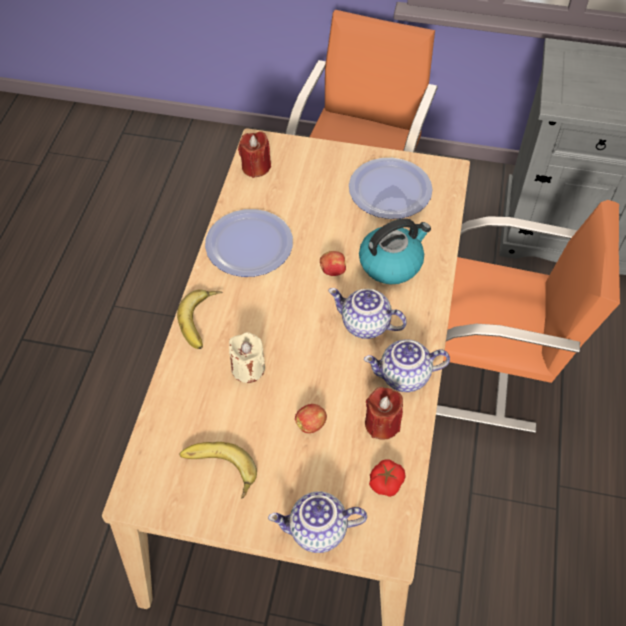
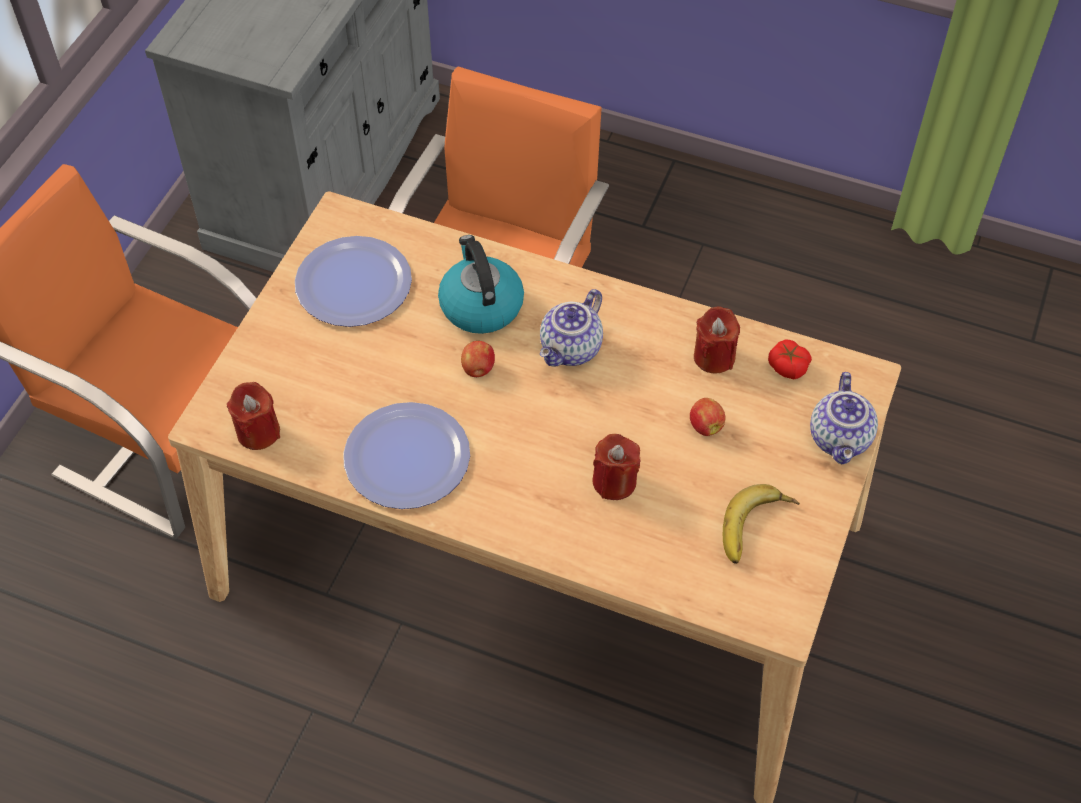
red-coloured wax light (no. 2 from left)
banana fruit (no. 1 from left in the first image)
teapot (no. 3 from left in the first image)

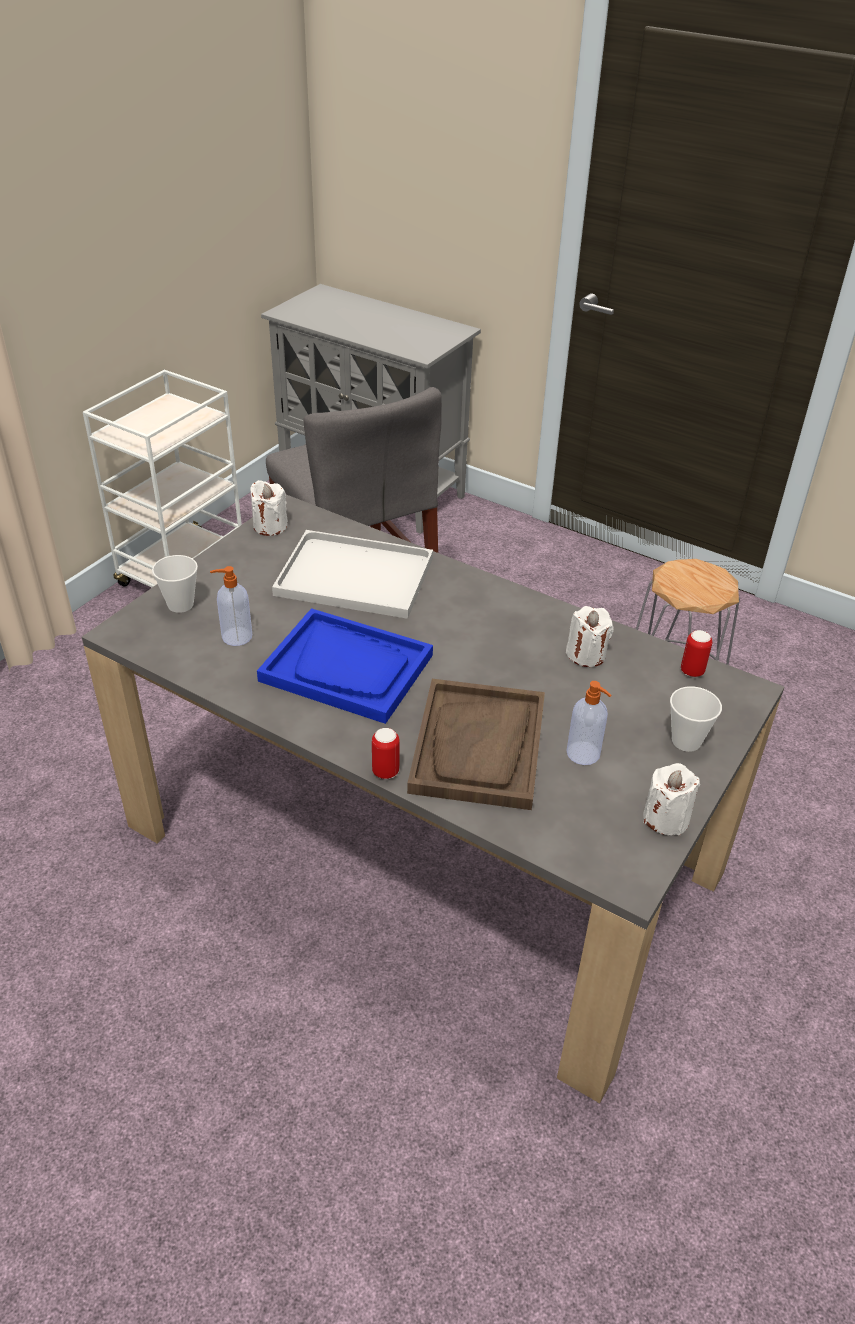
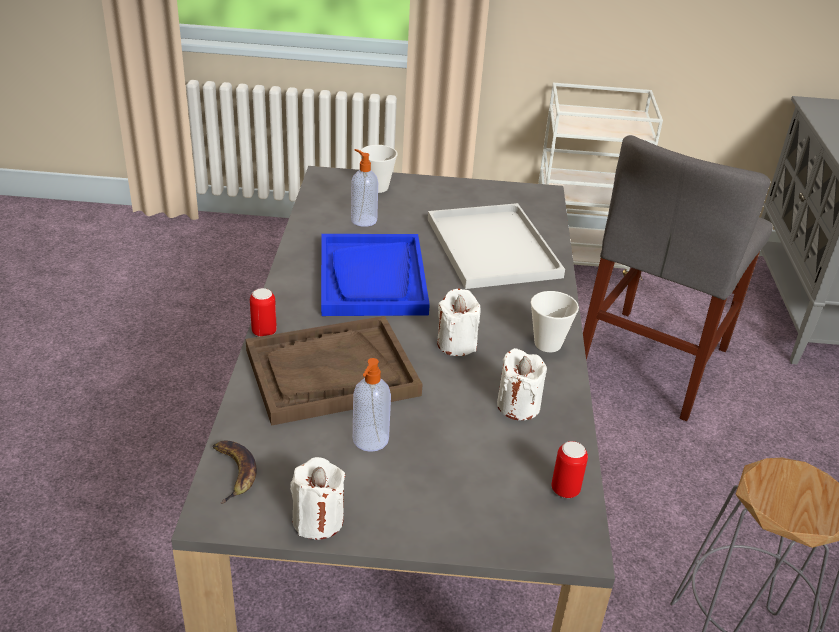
banana fruit
white-coloured wax light (no. 2 from left)
cup (no. 2 from left)

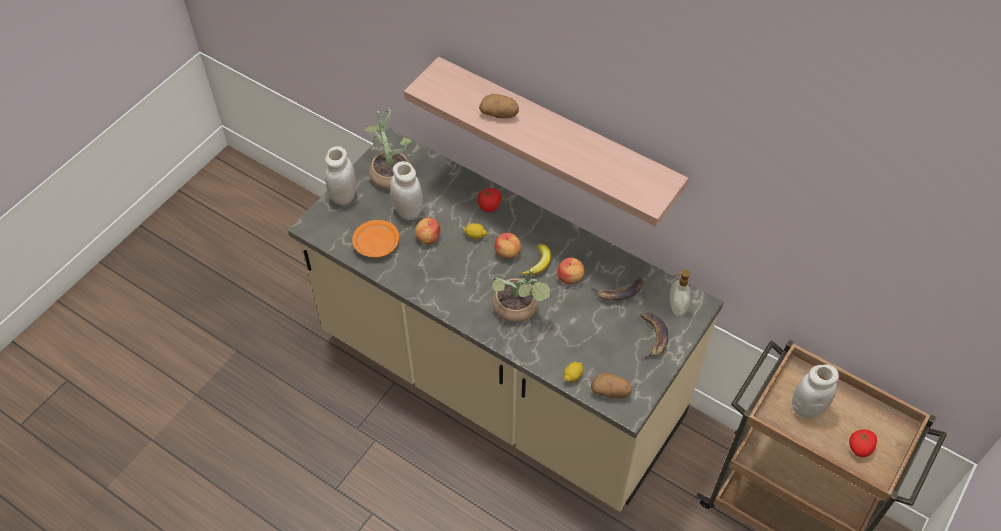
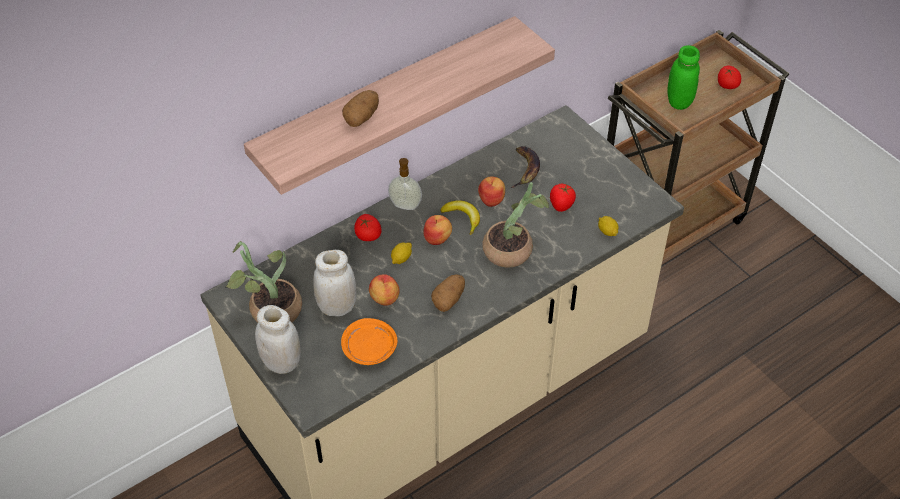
soap dispenser
spud (no. 2 from left)
whole tomato (no. 2 from left)
green preserve jar
banana fruit (no. 3 from left in the first image)

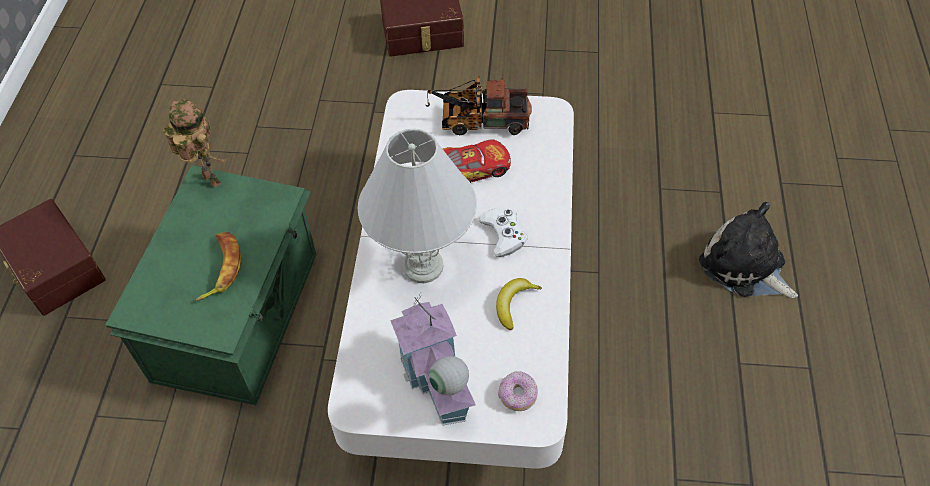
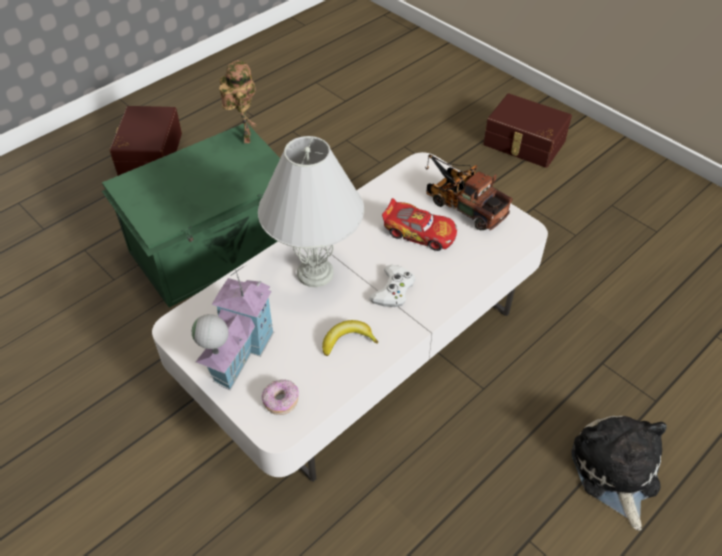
banana fruit (no. 1 from left in the first image)

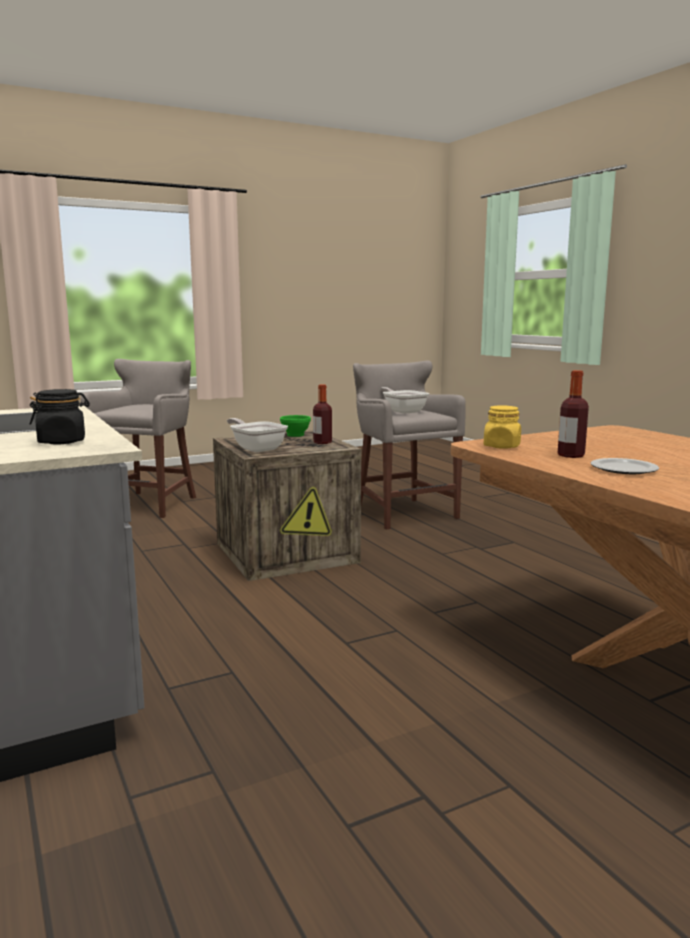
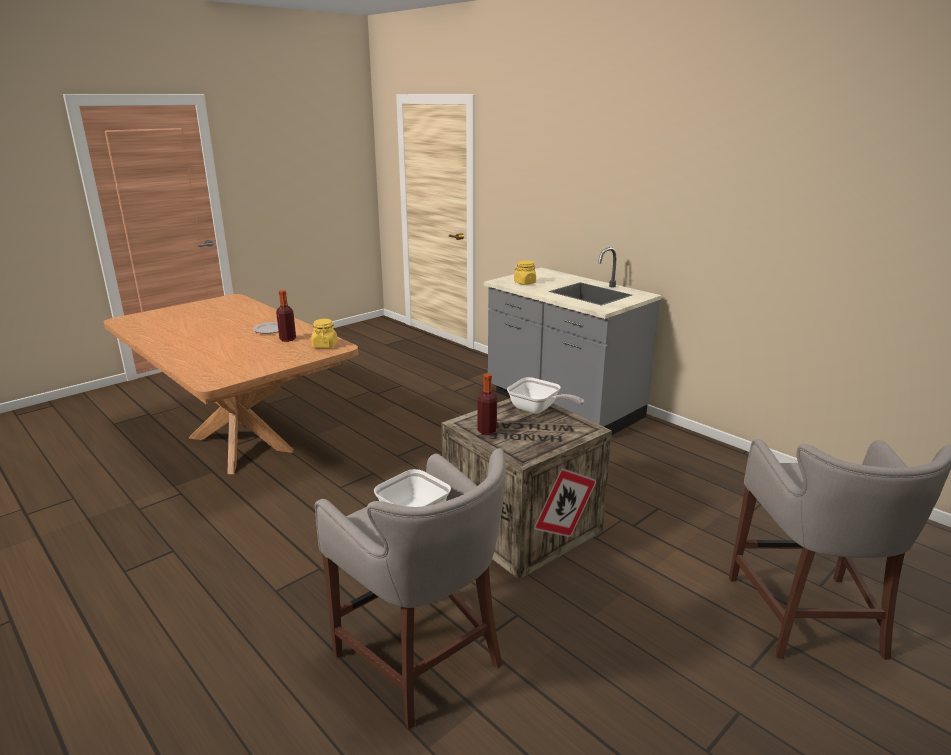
yellowish preserve jar (no. 2 from left)
green bowl

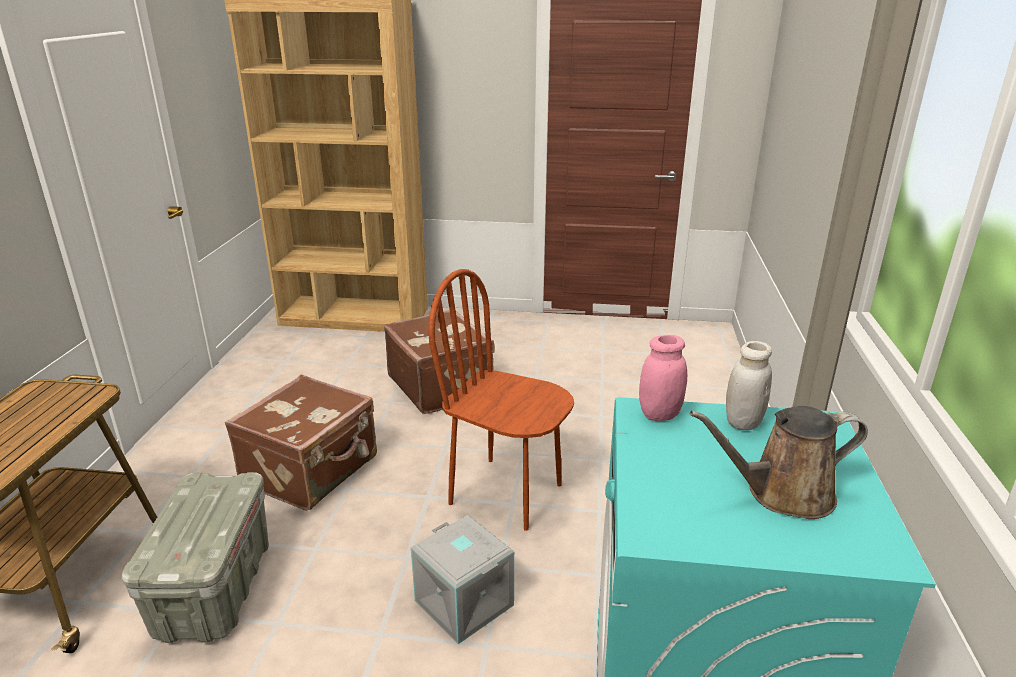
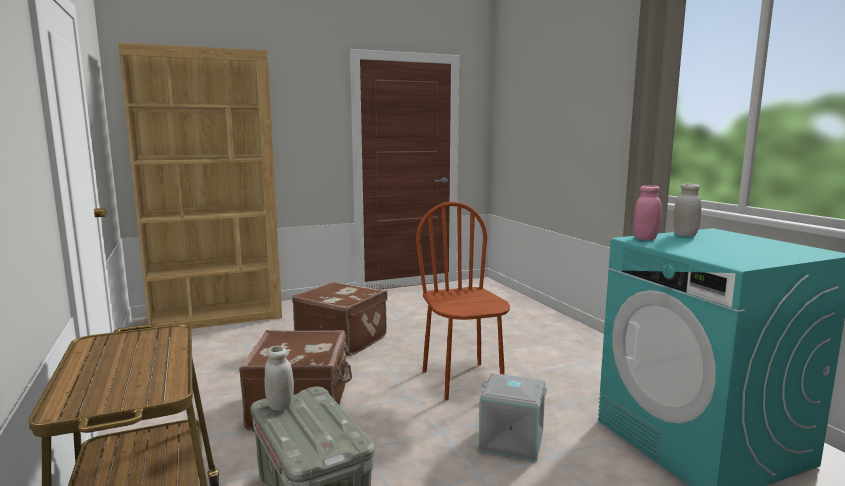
white-coloured preserve jar (no. 1 from left)
brown upright chair
brown watering can

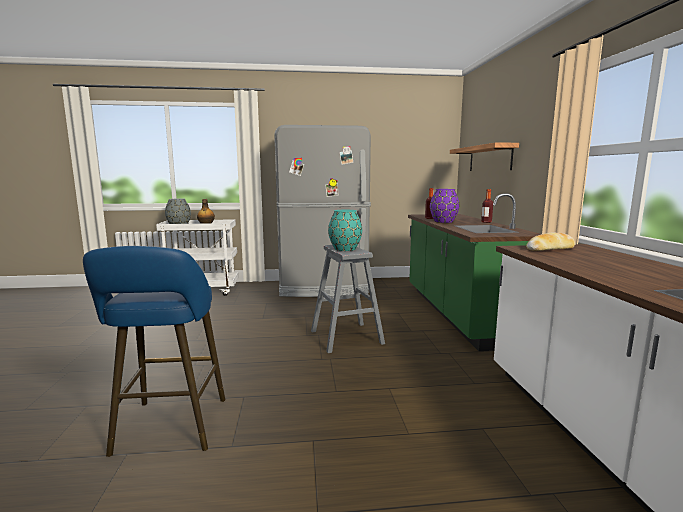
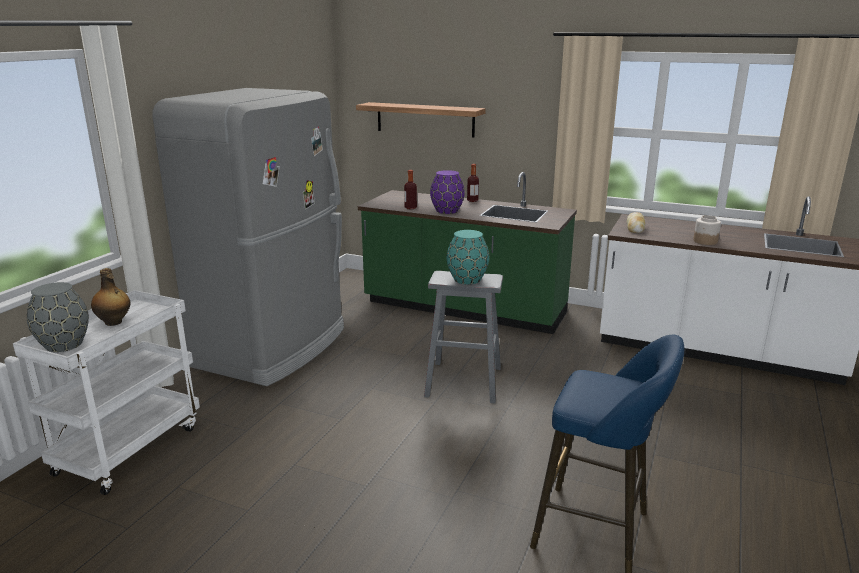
preserve jar

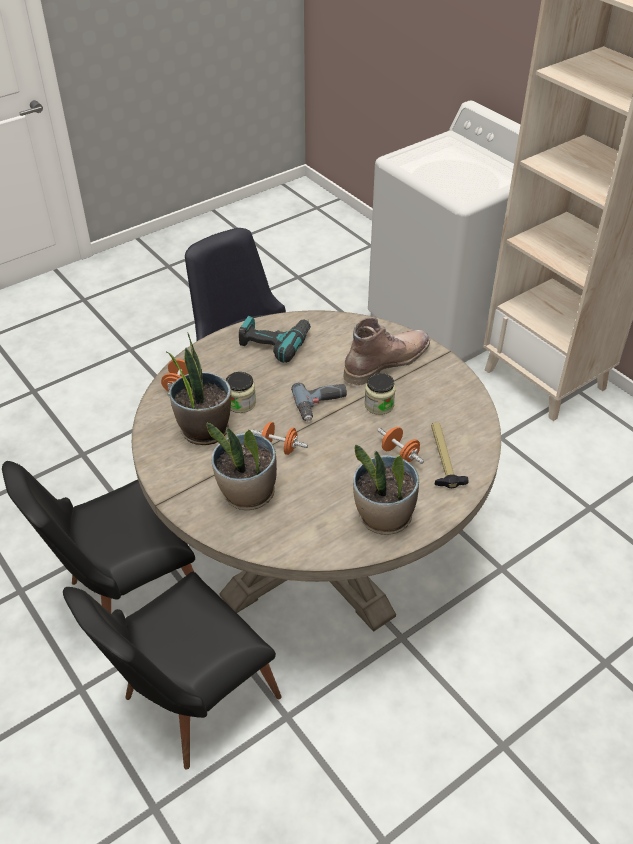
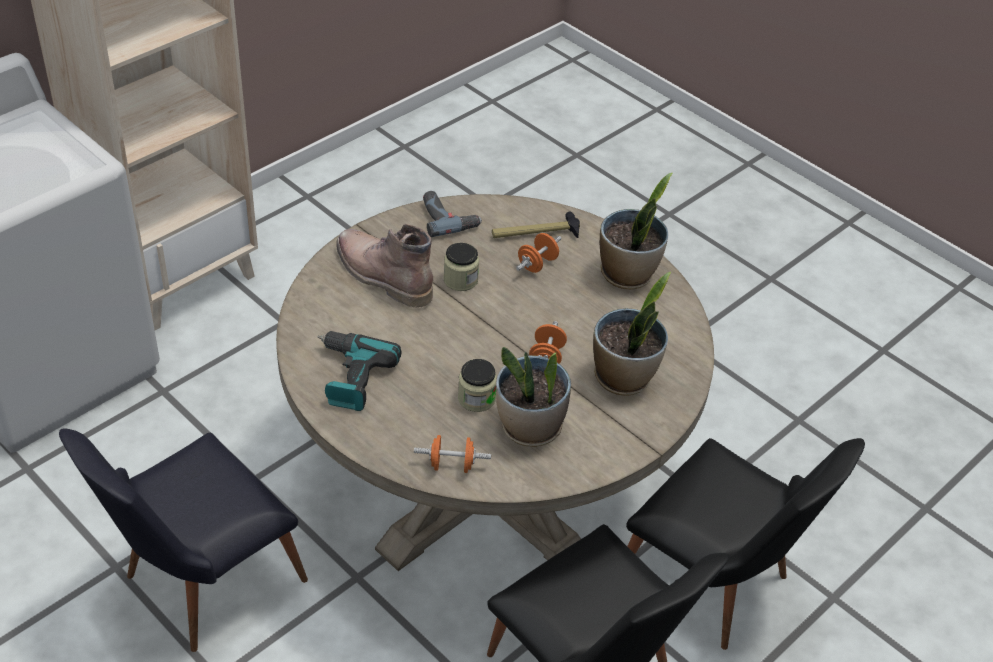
electric drill (no. 2 from left)

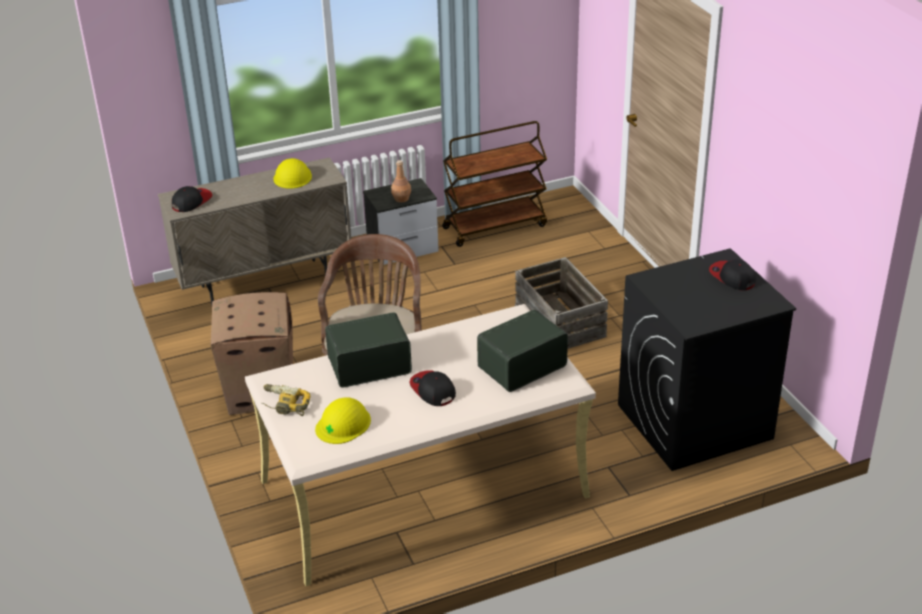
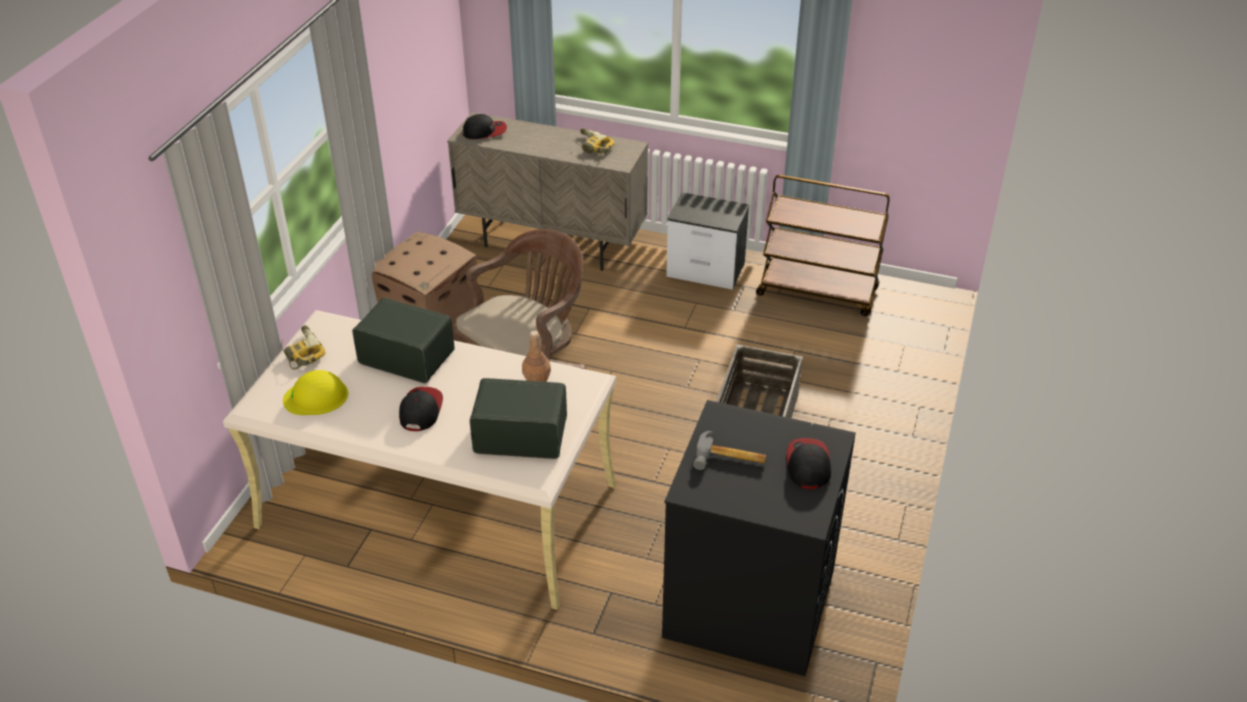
brown drink bottle
electric drill (no. 2 from left)
hammer

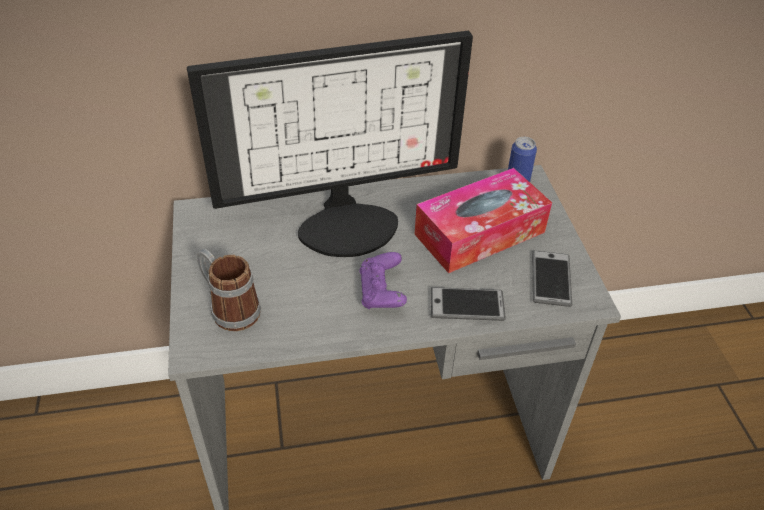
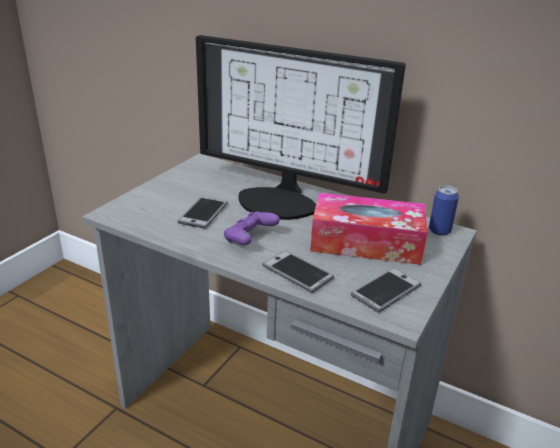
handset (no. 1 from left)
mug

